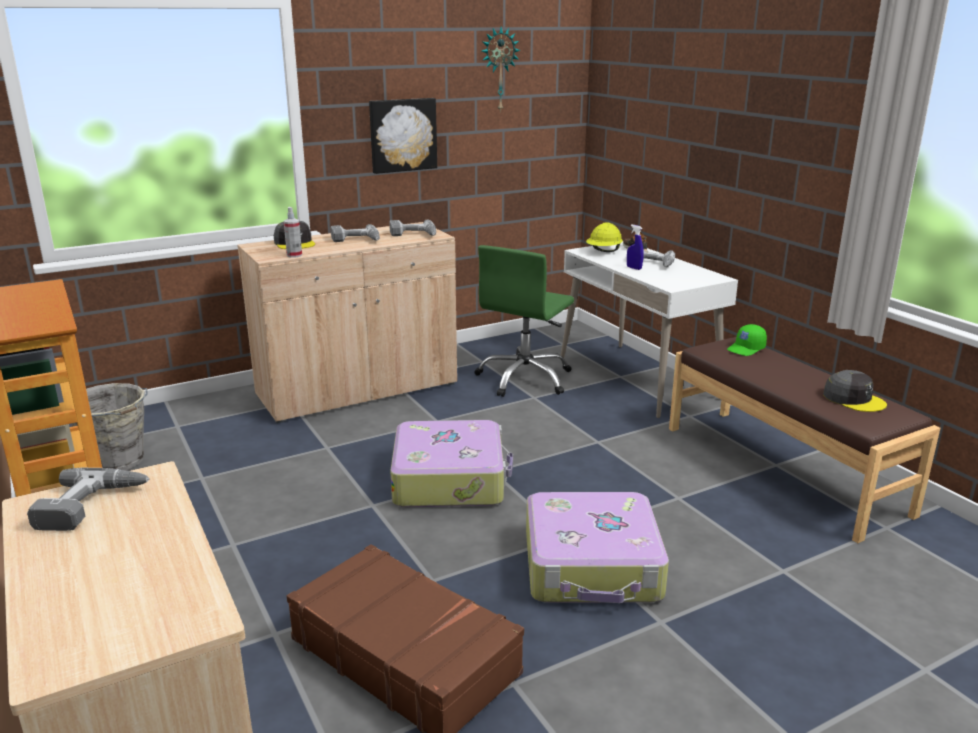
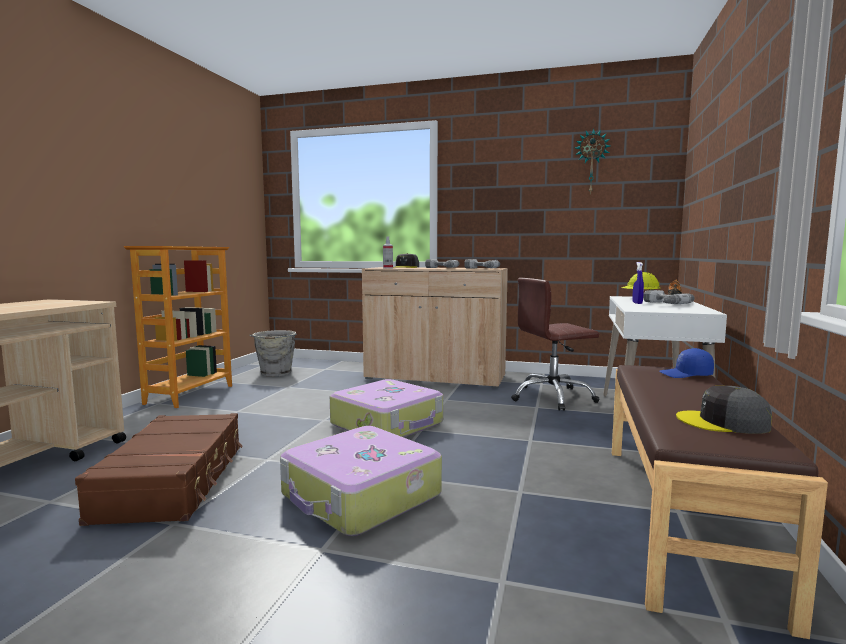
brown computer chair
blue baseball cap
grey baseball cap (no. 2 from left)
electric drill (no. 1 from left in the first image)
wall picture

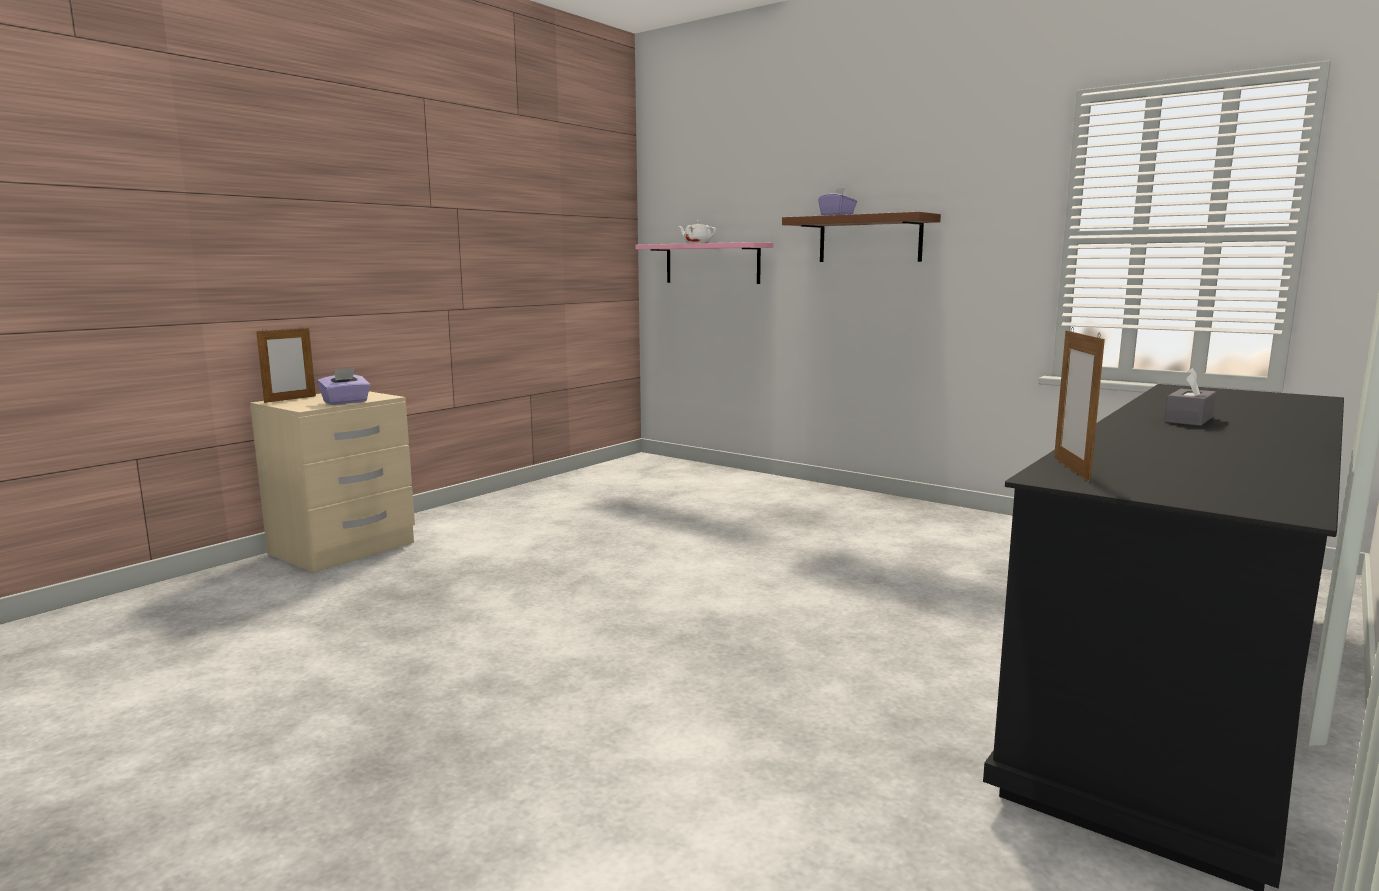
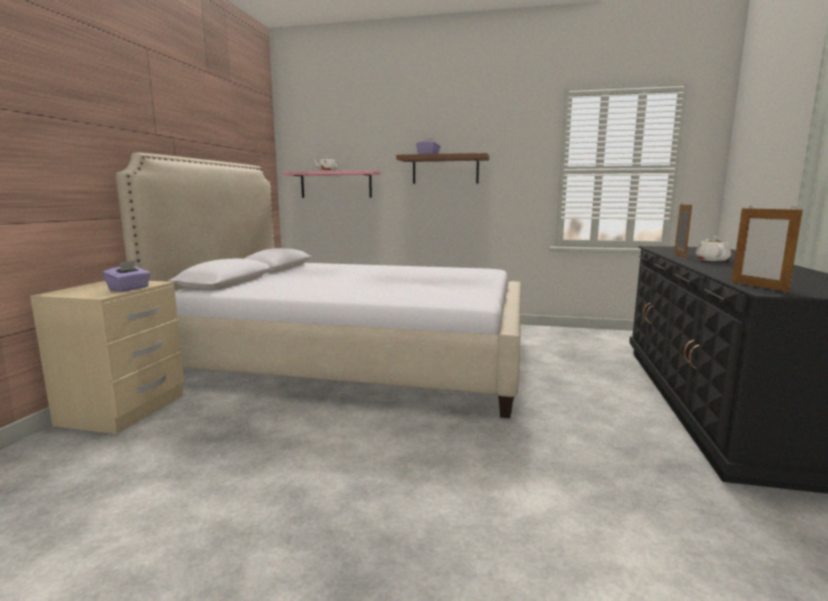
sleeping bed
picture frame (no. 1 from left)
white-coloured teapot (no. 2 from left)

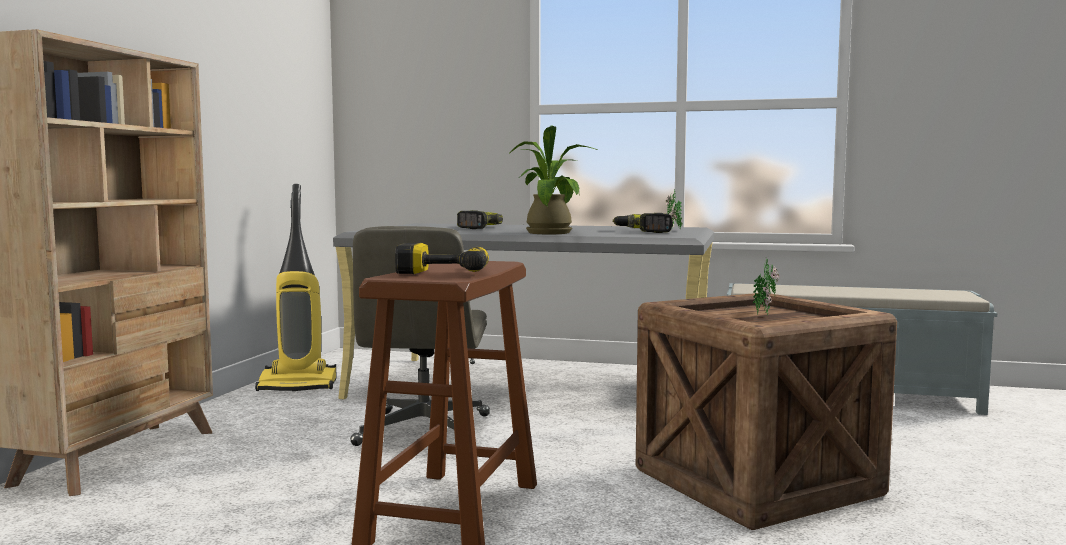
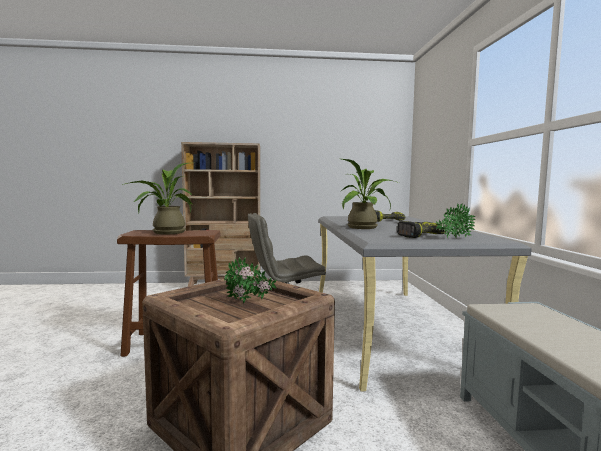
plant in a pot (no. 1 from left)
vacuum cleaner

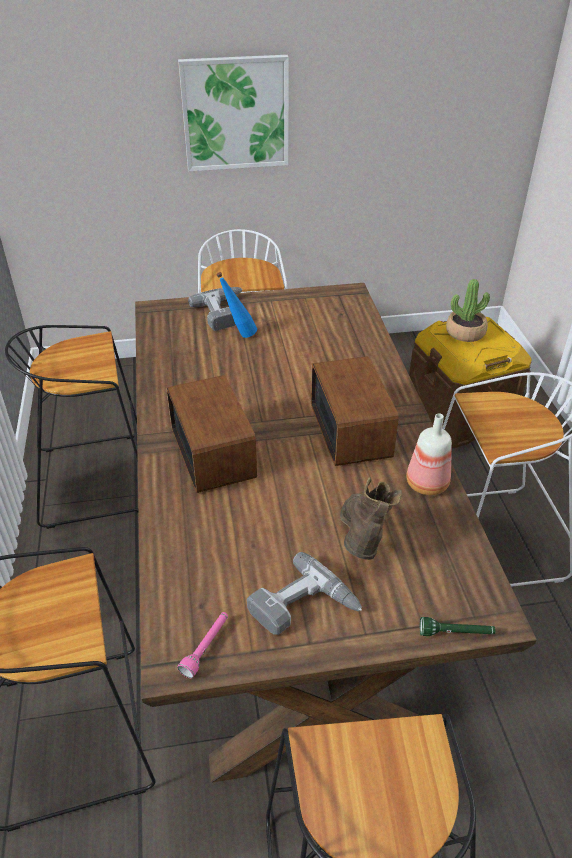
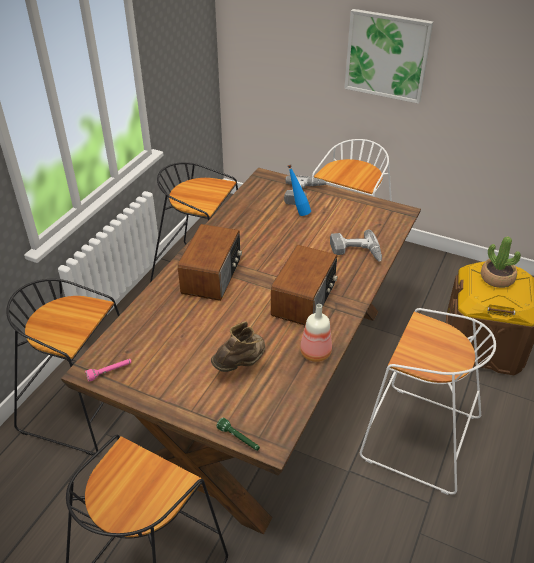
electric drill (no. 2 from left)

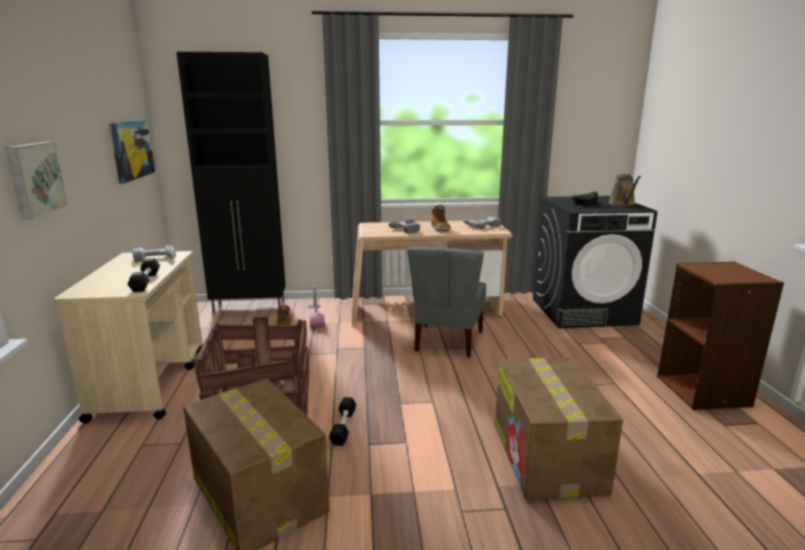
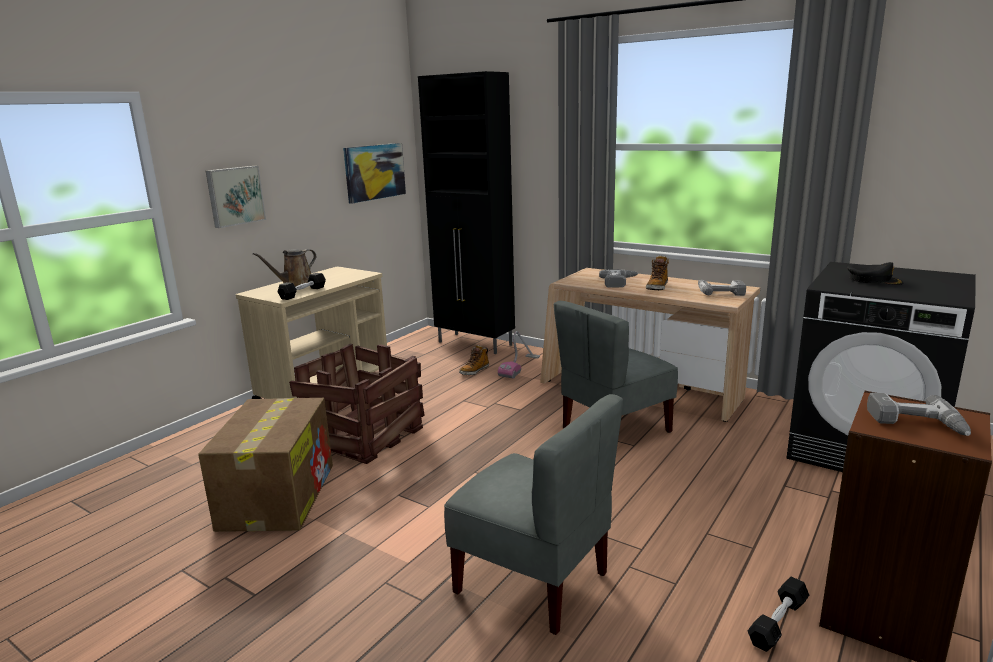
brown watering can
grey upright chair (no. 1 from left)
blackish dumbbell (no. 2 from left)
electric drill (no. 3 from left)

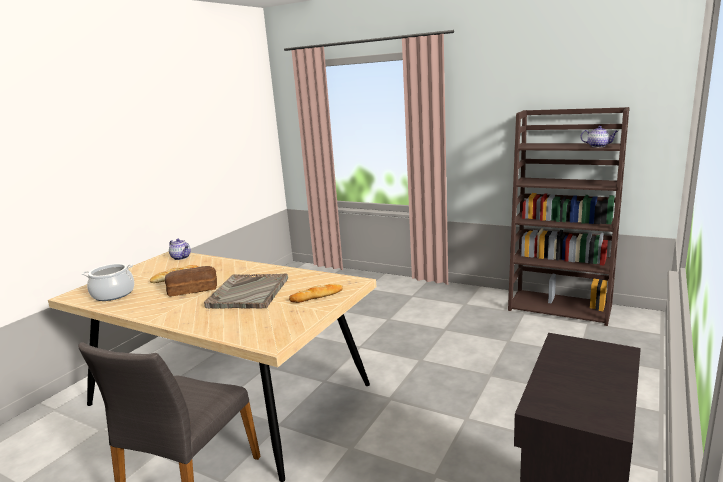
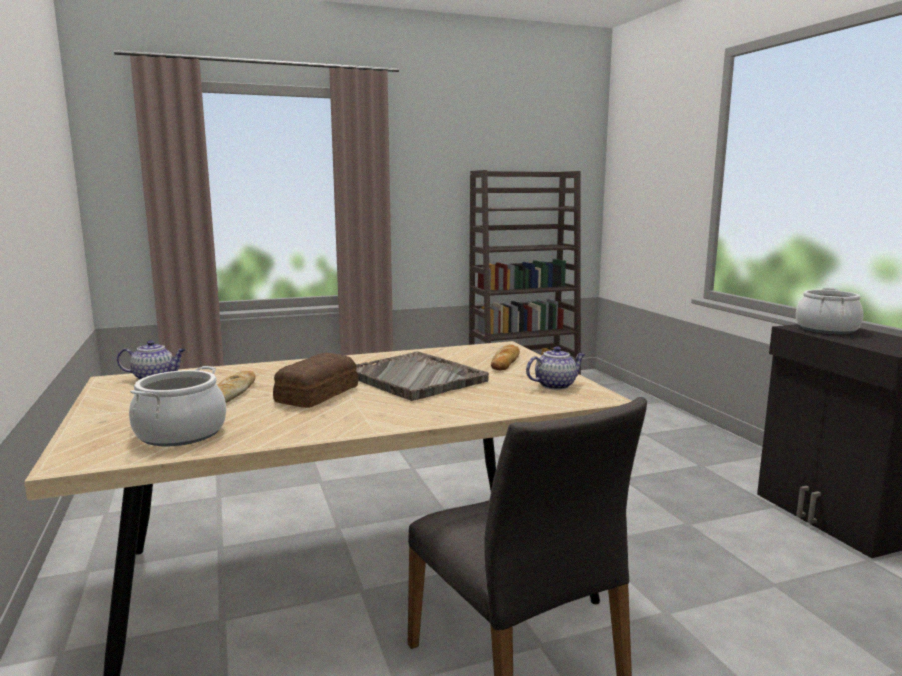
teapot (no. 2 from left)
cooking pot (no. 2 from left)

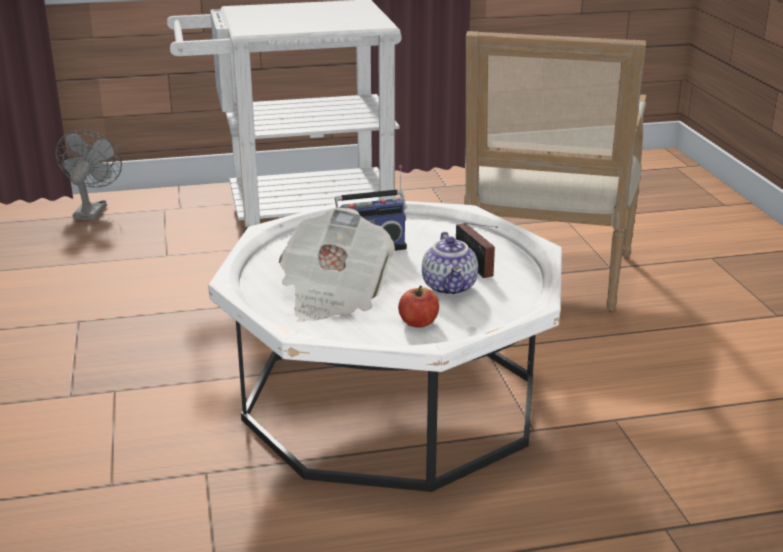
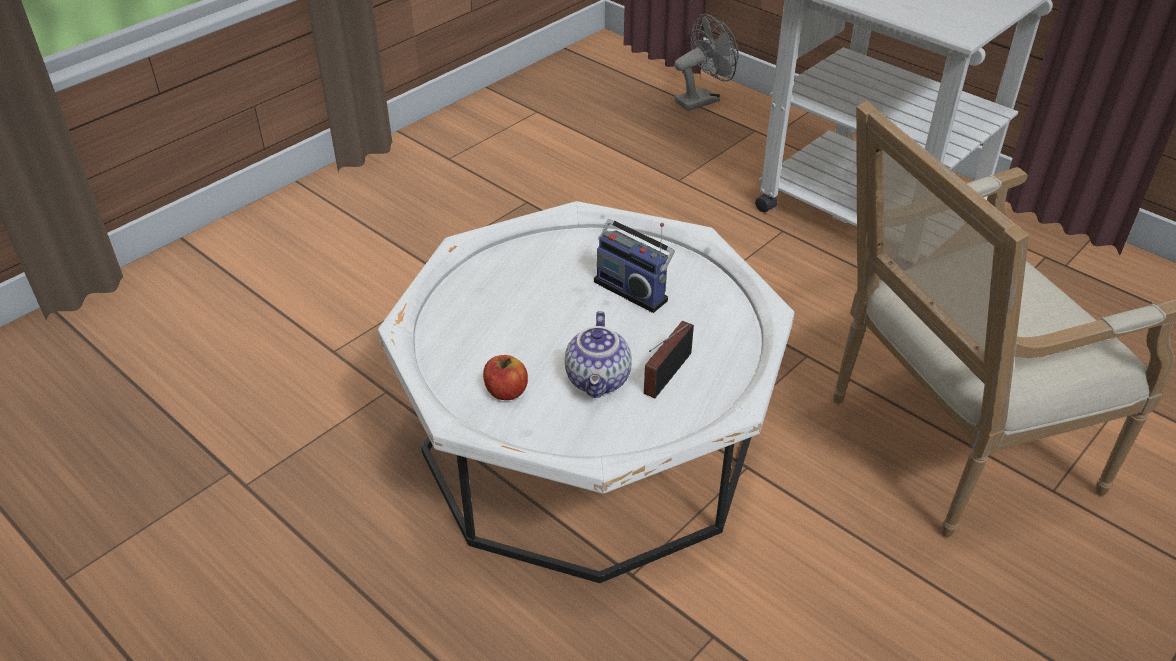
teapot
daily paper

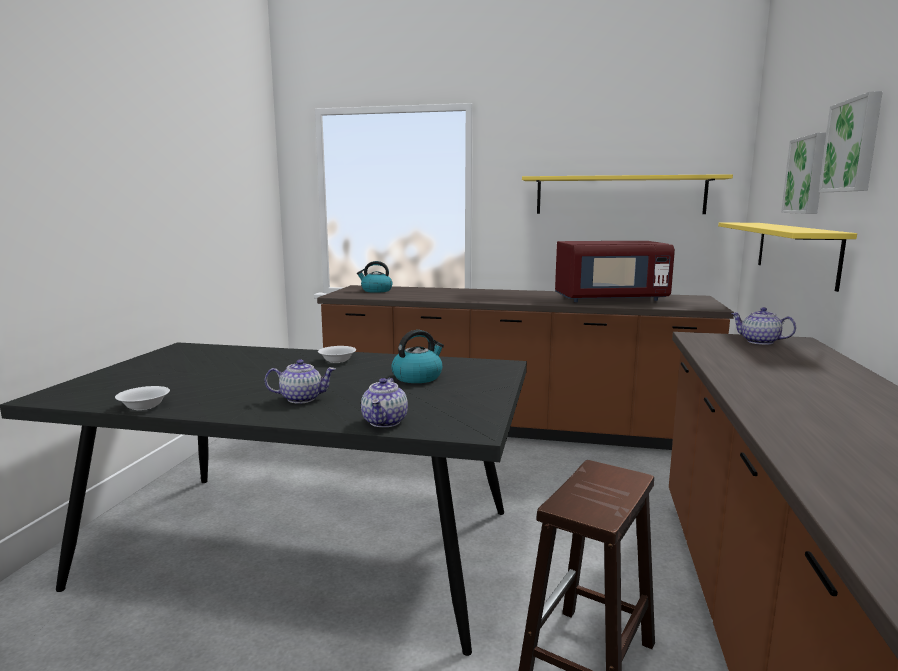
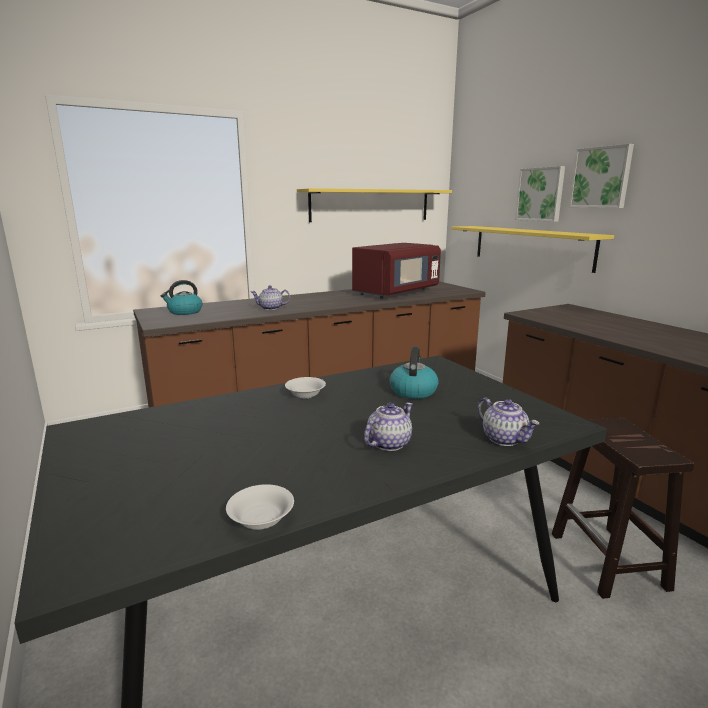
teapot (no. 1 from left)

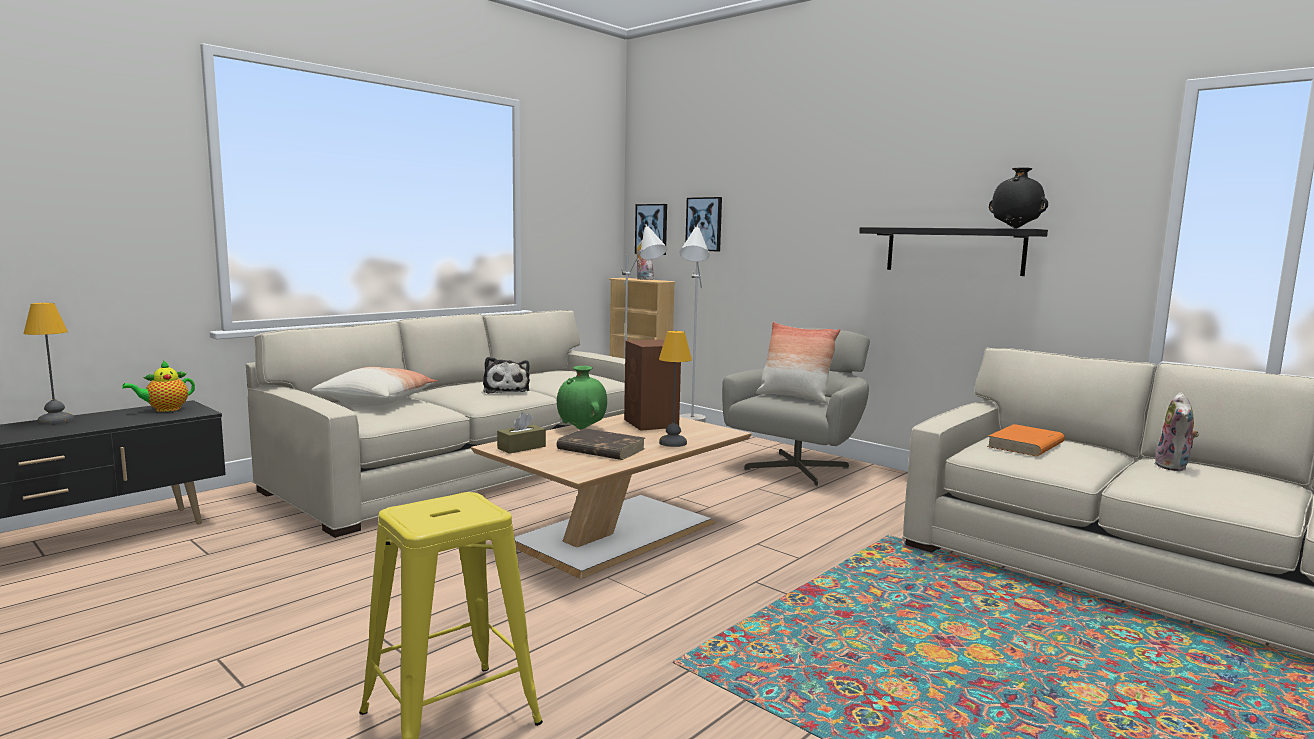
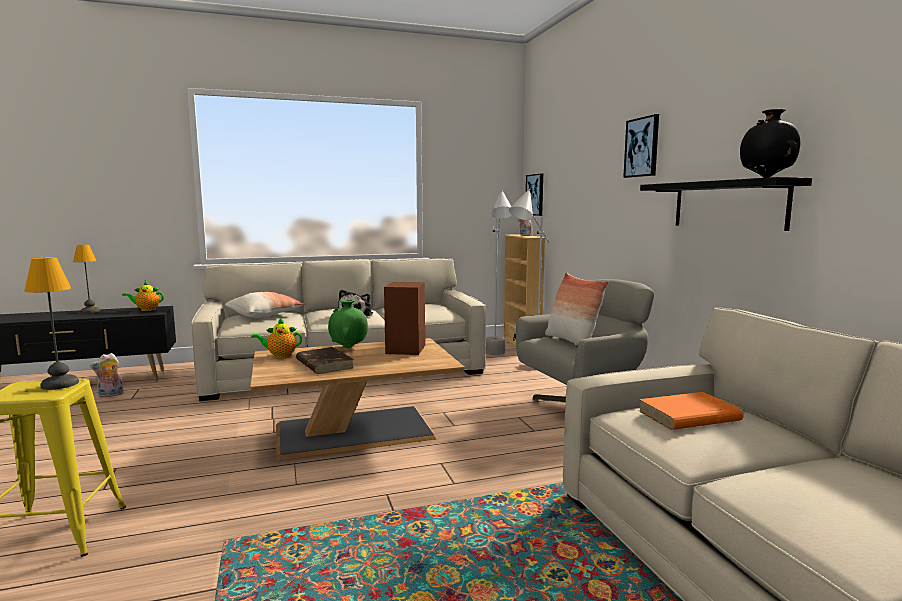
table lamp (no. 1 from left)
cuddly toy (no. 1 from left)
teapot (no. 2 from left)
wall picture (no. 2 from left)

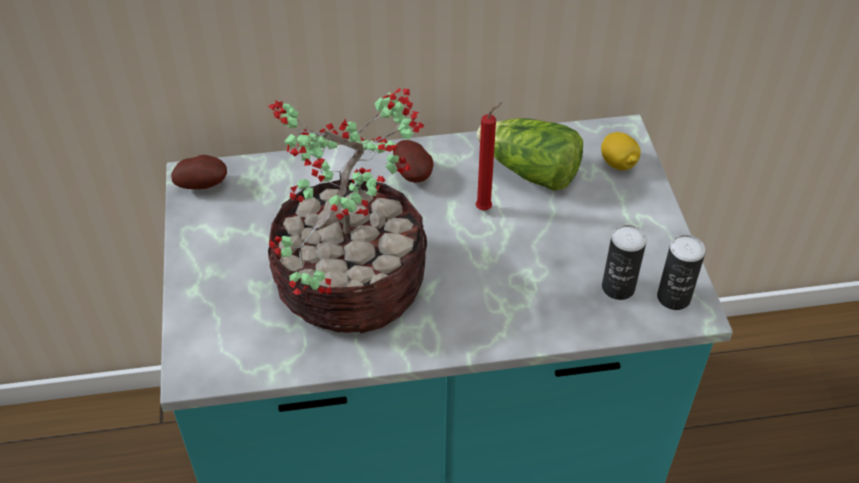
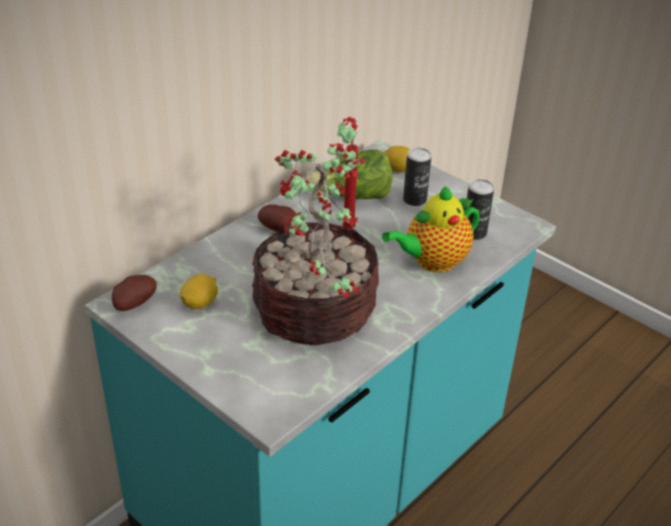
whole lemon (no. 1 from left)
teapot
can (no. 1 from left)

